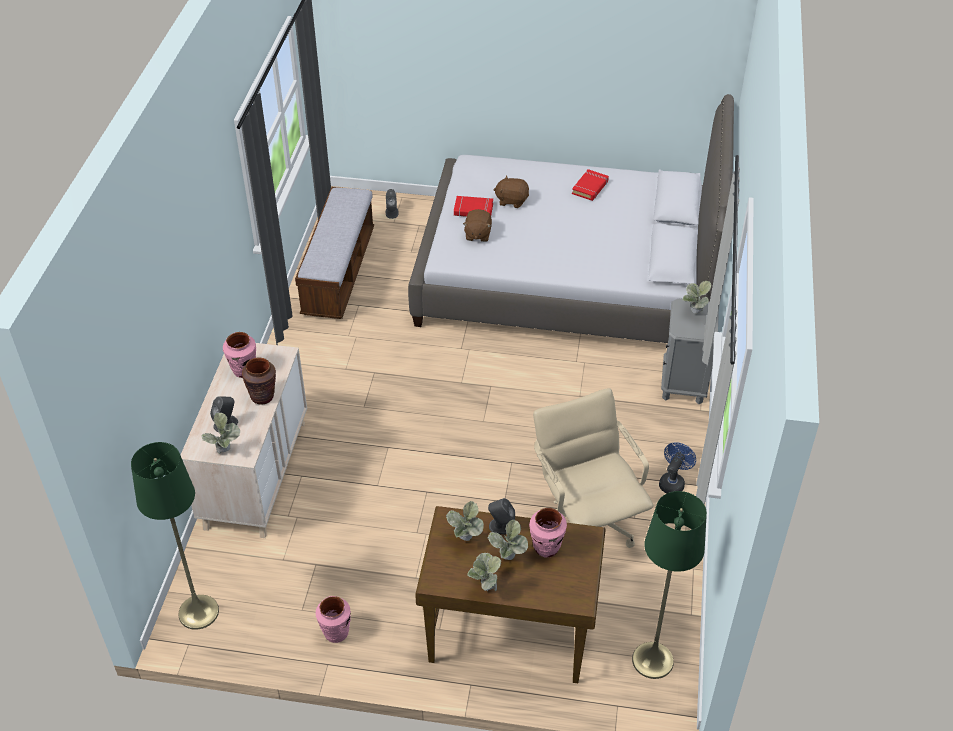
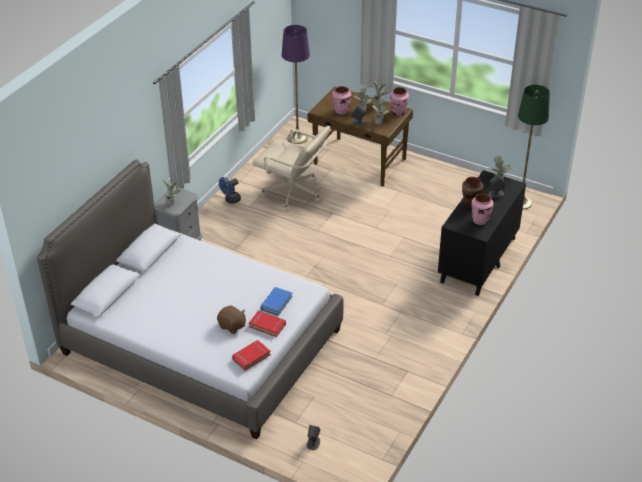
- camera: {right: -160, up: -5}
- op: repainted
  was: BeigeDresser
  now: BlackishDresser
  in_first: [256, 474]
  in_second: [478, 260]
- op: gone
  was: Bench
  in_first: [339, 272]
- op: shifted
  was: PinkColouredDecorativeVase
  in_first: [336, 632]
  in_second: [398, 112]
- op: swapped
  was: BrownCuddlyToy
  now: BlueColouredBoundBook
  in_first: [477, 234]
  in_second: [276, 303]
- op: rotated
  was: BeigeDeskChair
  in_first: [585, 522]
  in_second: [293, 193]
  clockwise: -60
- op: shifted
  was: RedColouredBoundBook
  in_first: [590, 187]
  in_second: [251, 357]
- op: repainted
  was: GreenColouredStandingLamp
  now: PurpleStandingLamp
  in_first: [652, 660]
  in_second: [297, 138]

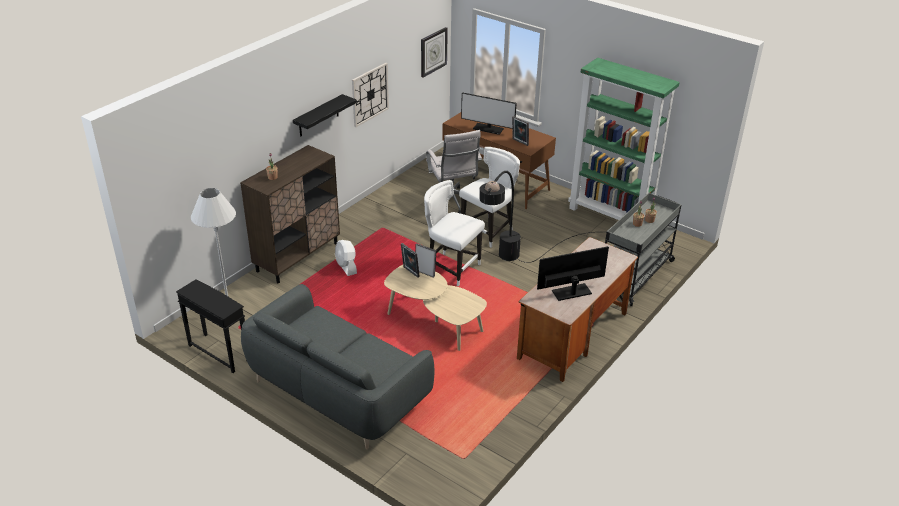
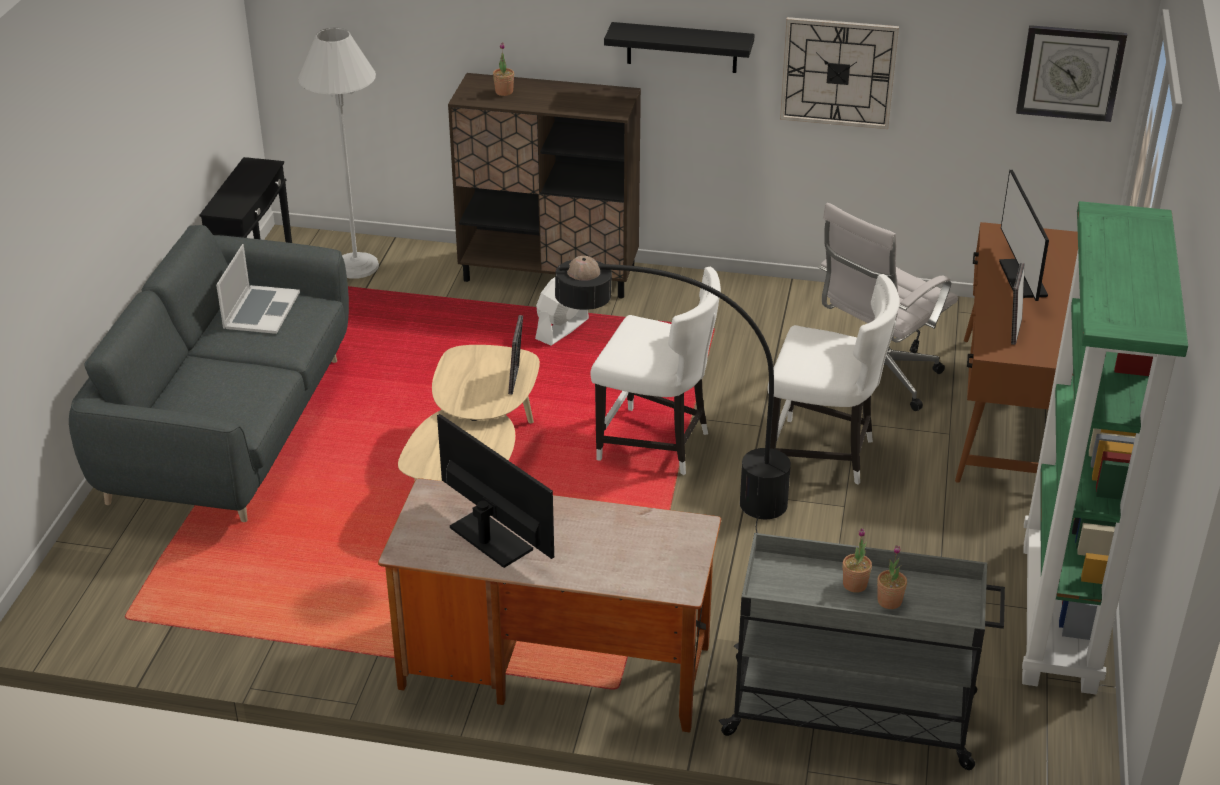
- camera: {right: 65, up: 0}
- op: gone
  was: PhotoFrame
  in_first: [410, 272]
- op: rotated
  was: WhitishPlainChair
  in_first: [451, 268]
  in_second: [656, 444]
  clockwise: 105
- op: new
  now: NotebookComputer
  in_second: [261, 310]

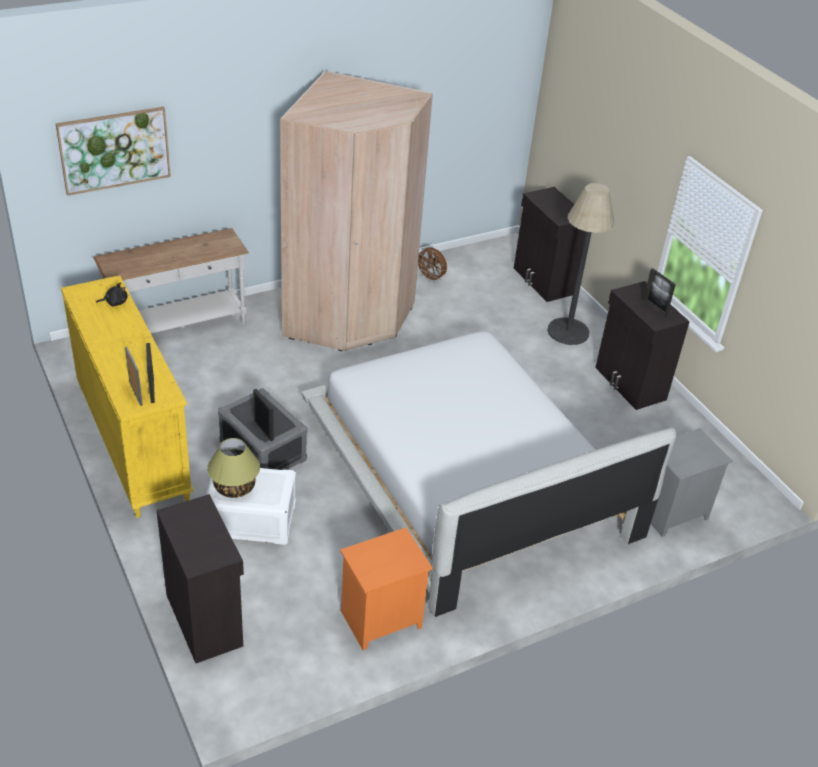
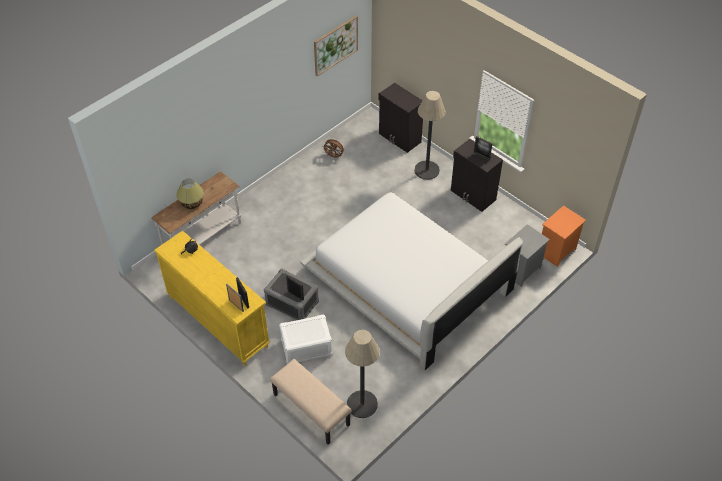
- camera: {right: -15, up: 10}
- op: shifted
  was: WallArt
  in_first: [114, 150]
  in_second: [335, 45]
- op: swapped
  was: BlackishCabinet
  now: BeigeBench
  in_first: [205, 619]
  in_second: [310, 410]
- op: shifted
  was: TabletopLamp
  in_first: [234, 487]
  in_second: [192, 203]
- op: gone
  was: BeigeWardrobe
  in_first: [348, 317]
- op: shifted
  was: OrangeColouredNightstand
  in_first: [380, 621]
  in_second: [556, 252]
- op: new
  now: StandingLamp
  in_second: [362, 404]

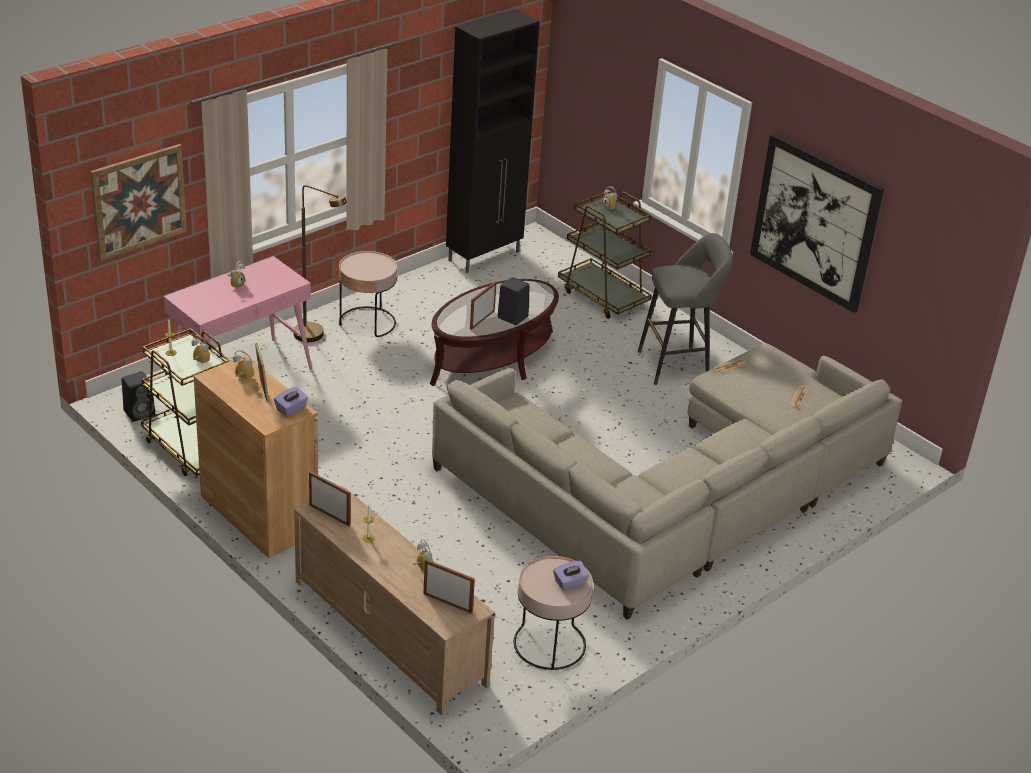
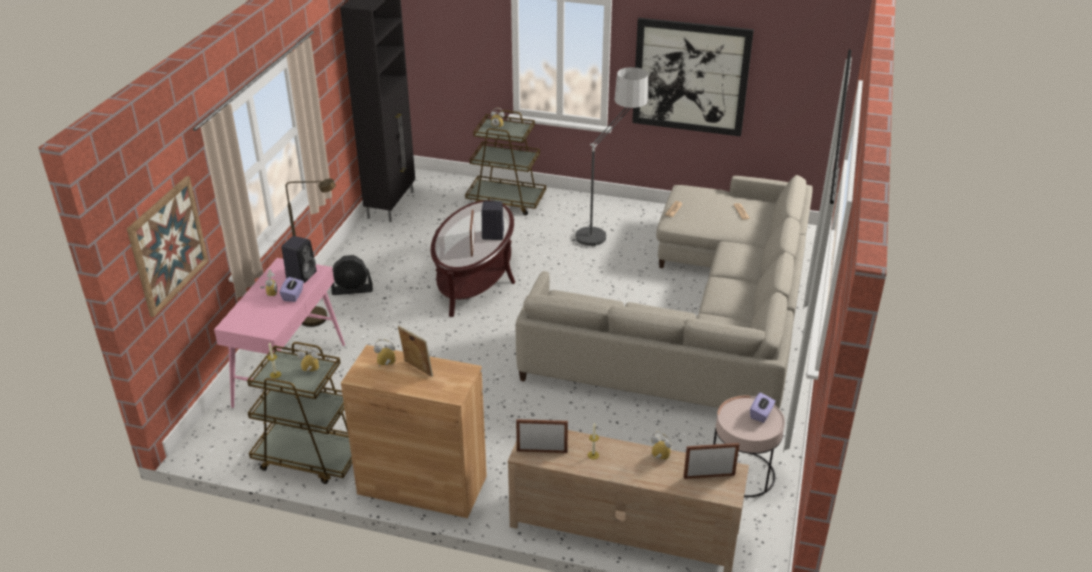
- camera: {right: -30, up: 0}
- op: shifted
  was: BlackishAudioSpeaker
  in_first: [140, 412]
  in_second: [301, 275]
- op: shifted
  was: PurpleTissueBox
  in_first: [291, 409]
  in_second: [293, 295]
- op: swapped
  was: PinkColouredAccentTable
  now: BlackishElectricFan
  in_first: [367, 323]
  in_second: [352, 289]
- op: swapped
  was: GreyStoolSeat
  now: StandingLamp
  in_first: [677, 365]
  in_second: [606, 228]

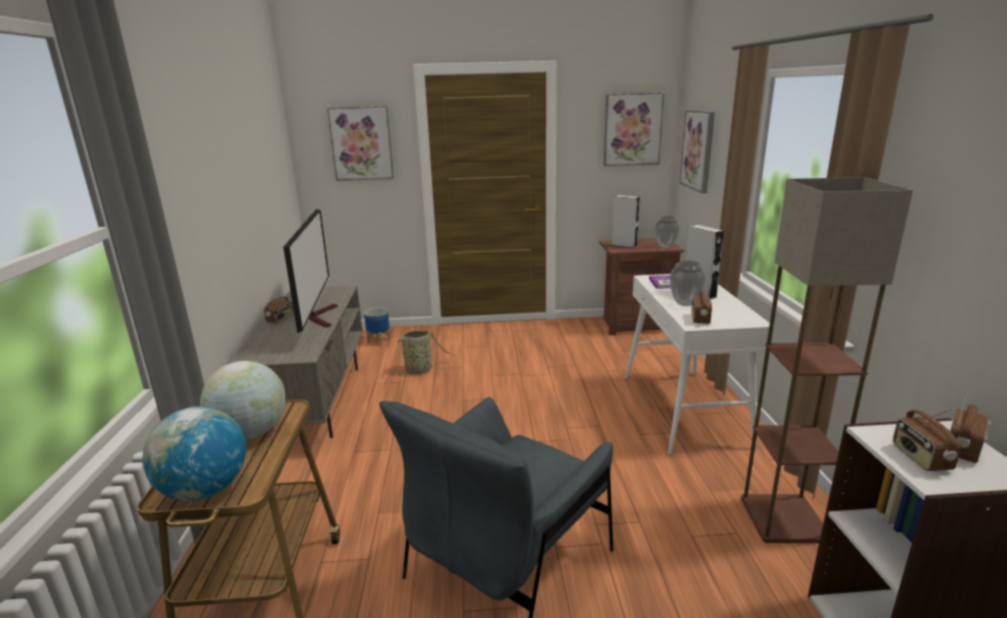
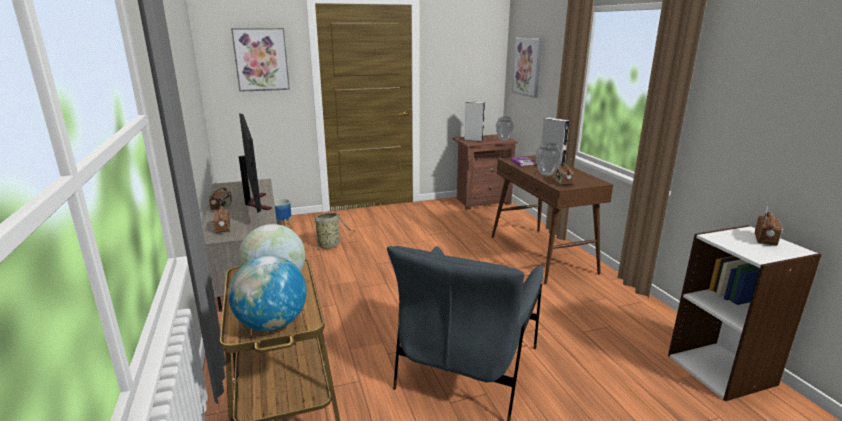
- camera: {right: -15, up: 0}
- op: gone
  was: WallArt
  in_first: [632, 129]
- op: repainted
  was: WhitishNarrowTable
  now: BrownNarrowTable
  in_first: [684, 410]
  in_second: [542, 254]
- op: gone
  was: StandingLamp
  in_first: [785, 520]
- op: shifted
  was: Radio
  in_first: [920, 458]
  in_second: [222, 229]

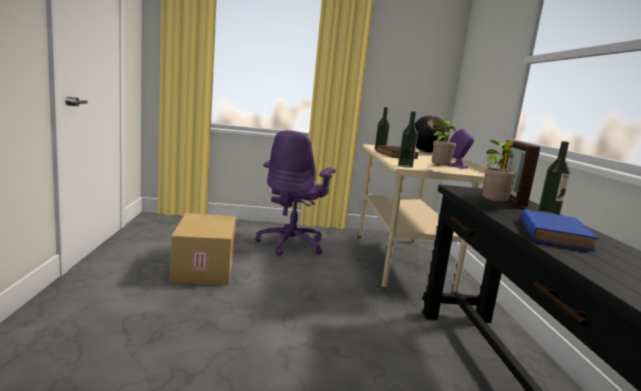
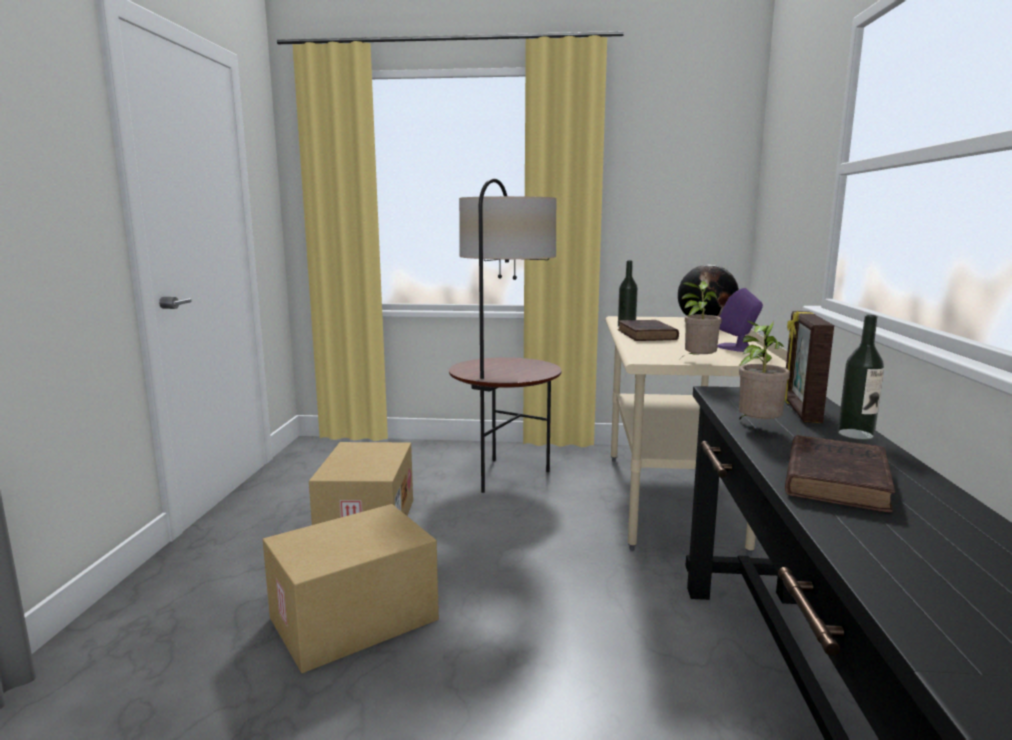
- camera: {right: 10, up: 0}
- op: swapped
  was: PurpleDeskChair
  now: StandingLamp
  in_first: [292, 244]
  in_second: [505, 476]
- op: gone
  was: BeverageBottle
  in_first: [405, 166]
- op: repainted
  was: BlueColouredBoundBook
  now: BrownBoundBook
  in_first: [553, 234]
  in_second: [836, 478]
- op: new
  now: CardboardBox
  in_second: [353, 620]

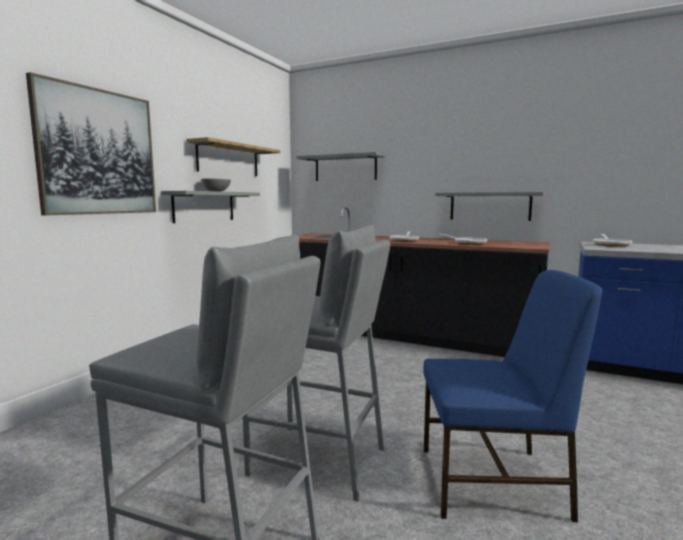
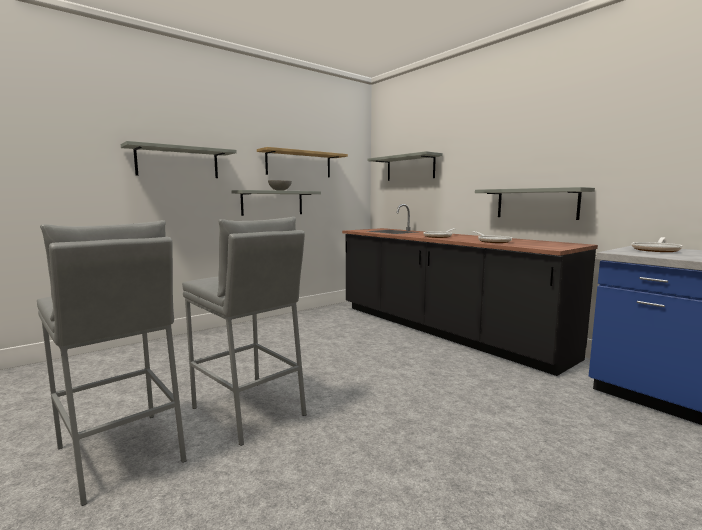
- camera: {right: 25, up: 0}
- op: swapped
  was: WallArt
  now: GreyWallShelf
  in_first: [98, 152]
  in_second: [178, 162]
- op: gone
  was: BlueColouredPlainChair
  in_first: [494, 482]

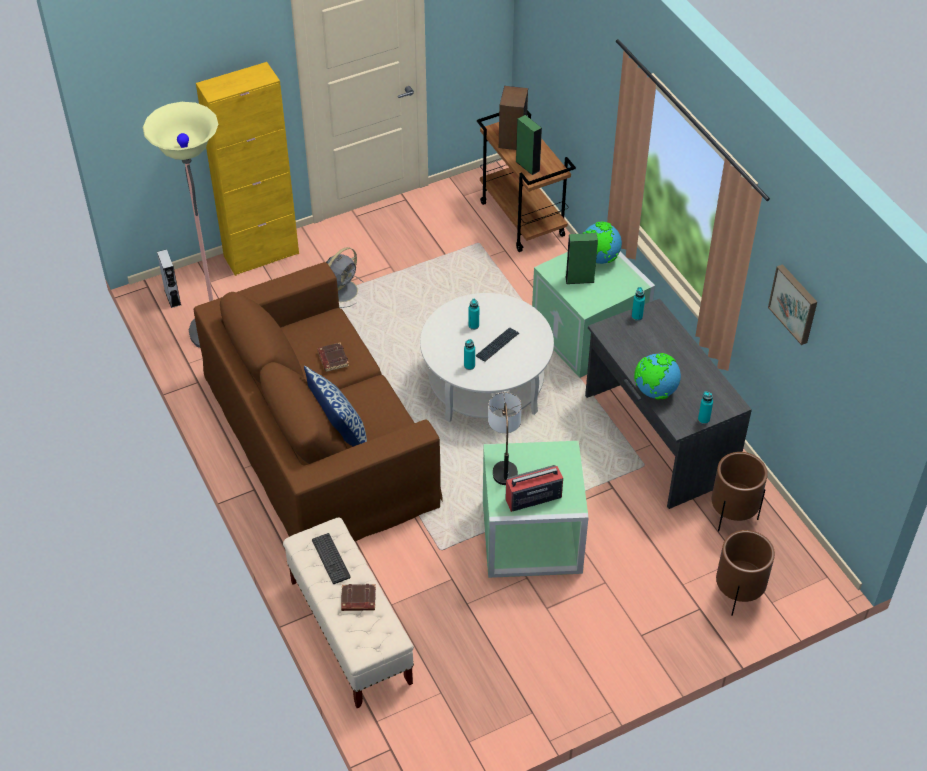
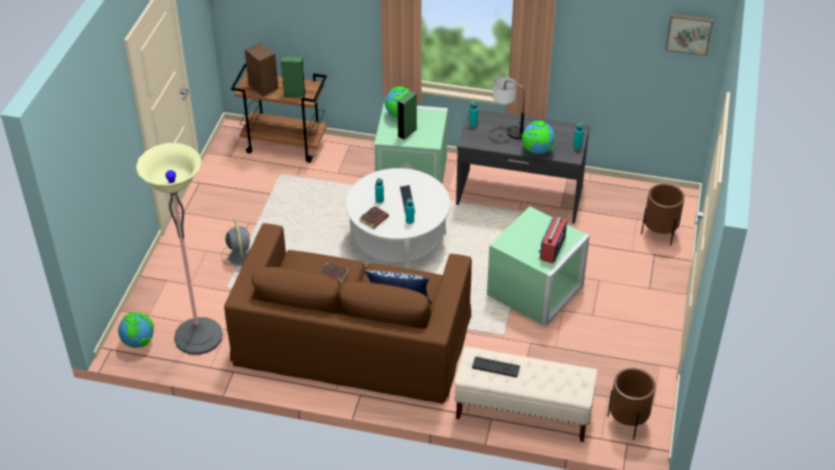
- camera: {right: -50, up: -5}
- op: swapped
  was: GreyAudioSpeaker
  now: DeskGlobe
  in_first: [172, 297]
  in_second: [138, 342]
- op: gone
  was: YellowishCabinet
  in_first: [261, 255]
- op: shifted
  was: BrownBoundBook
  in_first: [358, 600]
  in_second: [374, 219]
- op: shifted
  was: TabletopLamp
  in_first: [504, 462]
  in_second: [508, 129]
- op: shifted
  was: BrownFlowerPot
  in_first: [732, 515]
  in_second: [628, 422]
- op: shifted
  was: WallArt
  in_first: [795, 303]
  in_second: [689, 33]

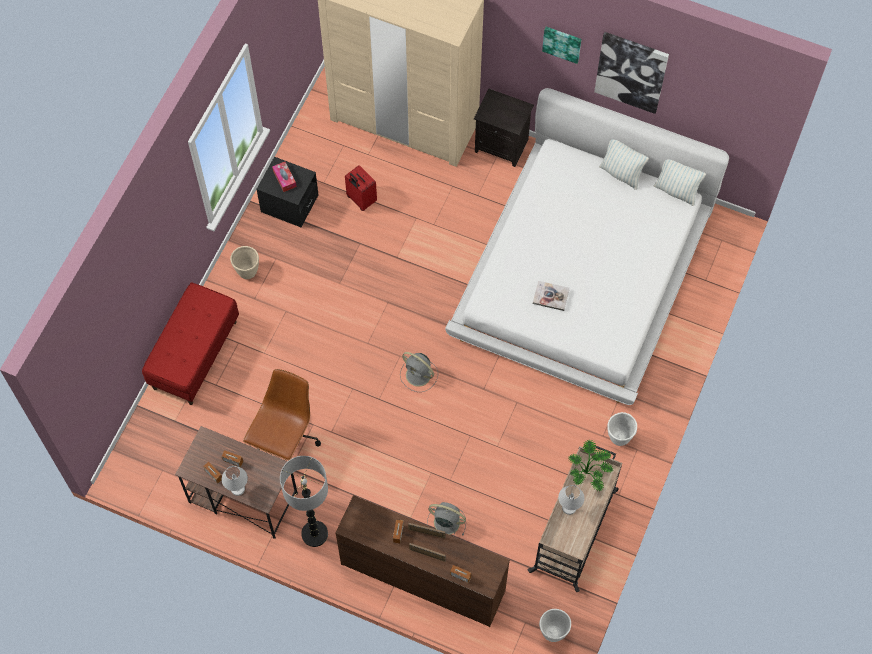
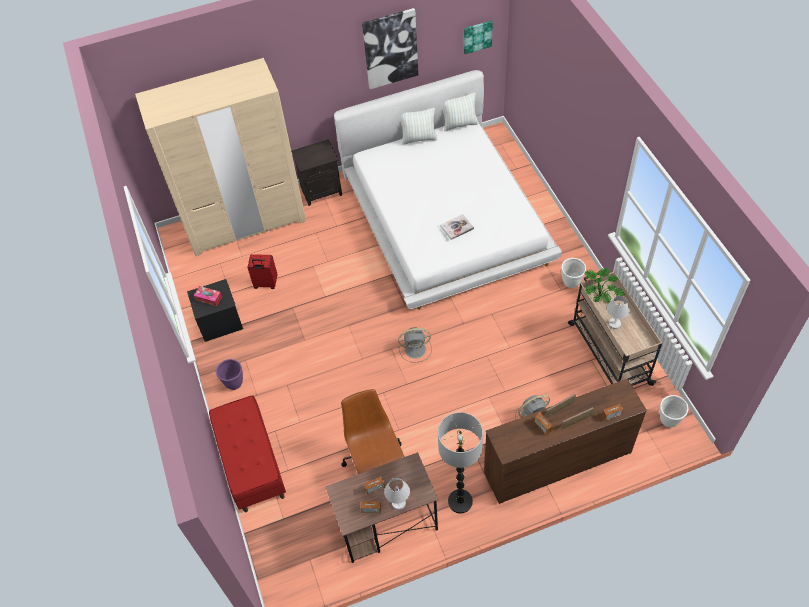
- camera: {right: -40, up: -10}
- op: repainted
  was: BeigeFlowerPot
  now: PurpleFlowerPot
  in_first: [247, 272]
  in_second: [234, 383]
- op: shifted
  was: WallArt
  in_first: [562, 43]
  in_second: [477, 36]

